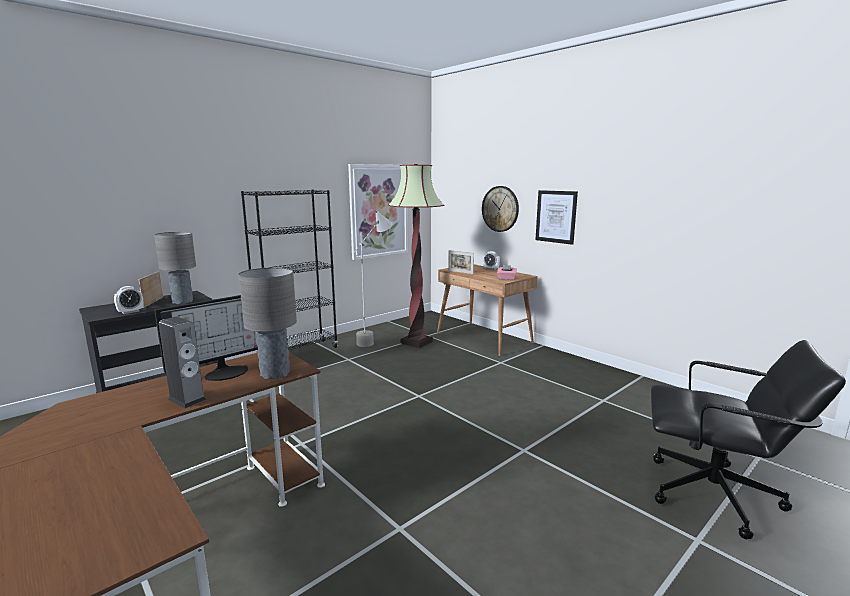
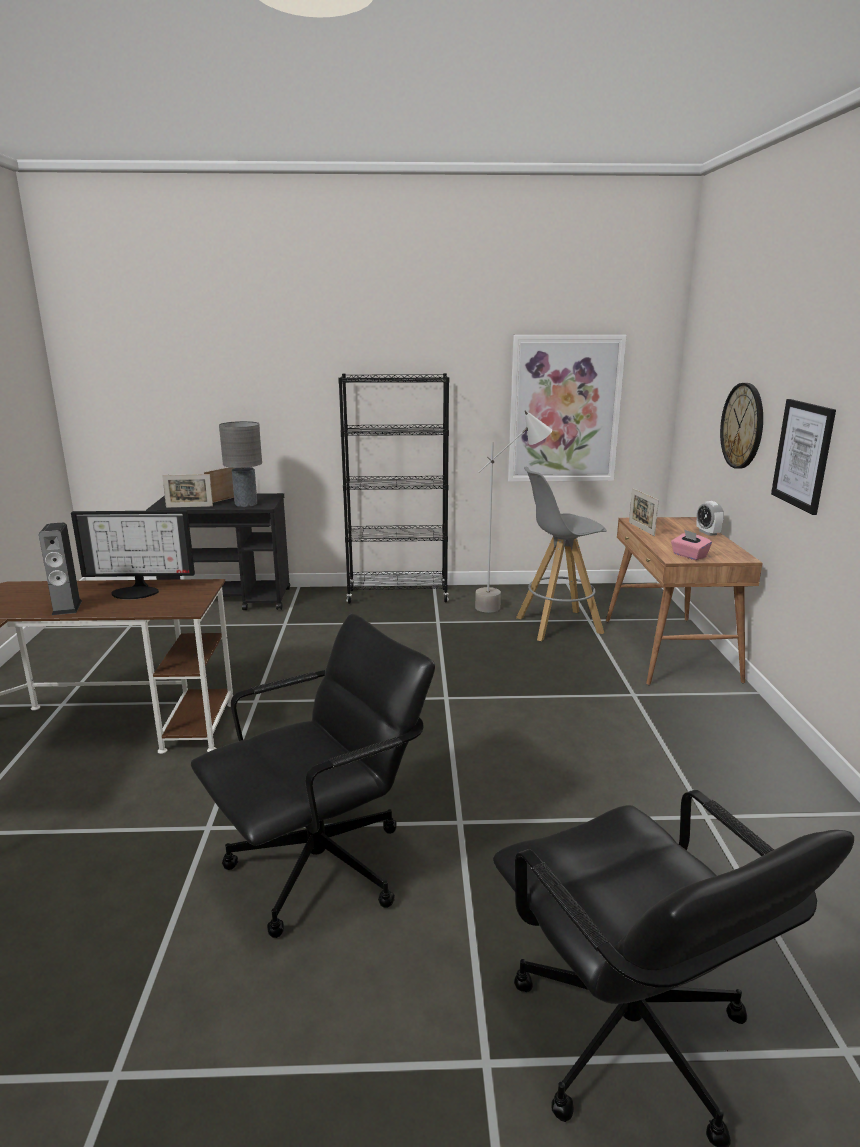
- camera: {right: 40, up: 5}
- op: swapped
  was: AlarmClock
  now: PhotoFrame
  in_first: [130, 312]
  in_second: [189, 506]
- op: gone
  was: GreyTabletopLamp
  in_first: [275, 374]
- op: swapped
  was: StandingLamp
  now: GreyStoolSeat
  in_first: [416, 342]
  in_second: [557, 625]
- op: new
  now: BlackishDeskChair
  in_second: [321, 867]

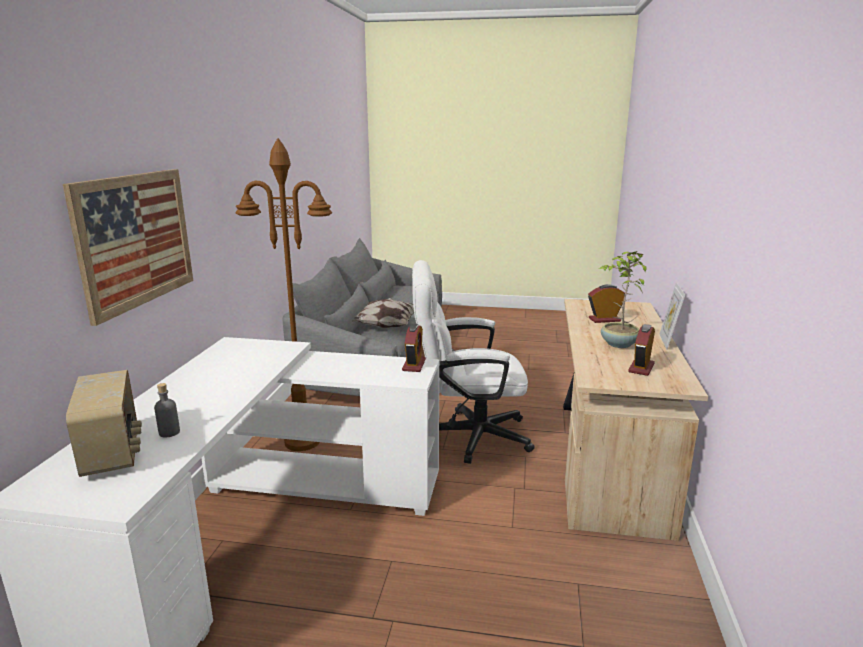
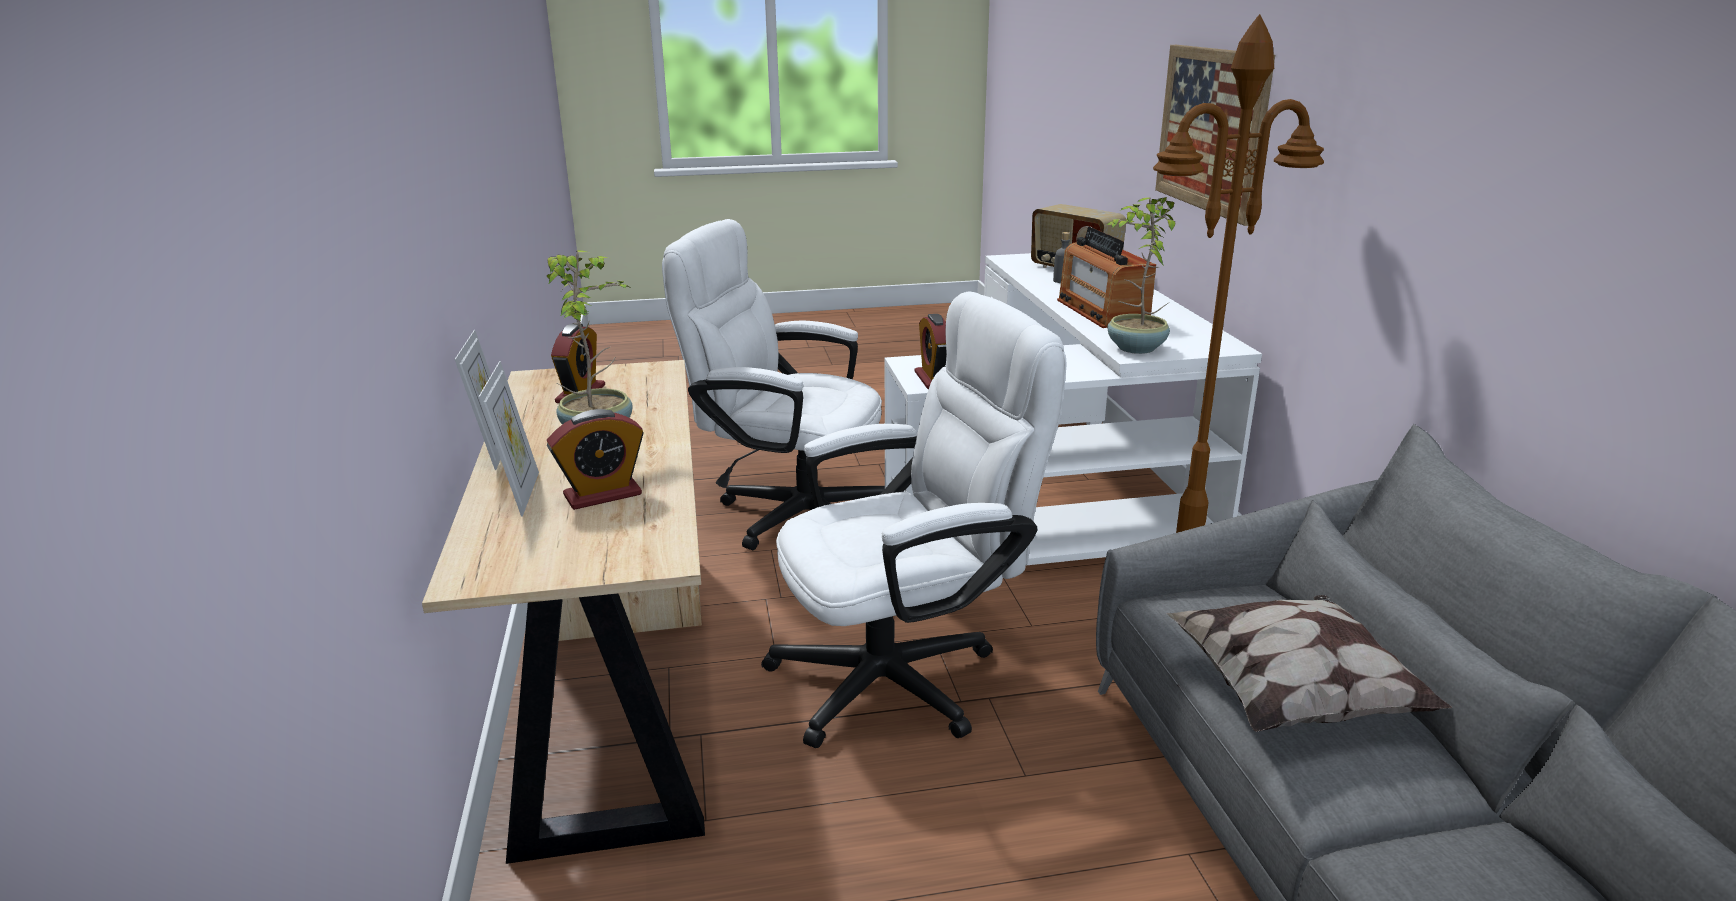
- camera: {right: 160, up: 5}
- op: new
  now: PhotoFrame
  in_second: [519, 494]
- op: new
  now: WhitishDeskChair
  in_second: [789, 512]
- op: new
  now: Radio
  in_second: [1101, 311]
- op: new
  now: PottedPlant
  in_second: [1134, 348]

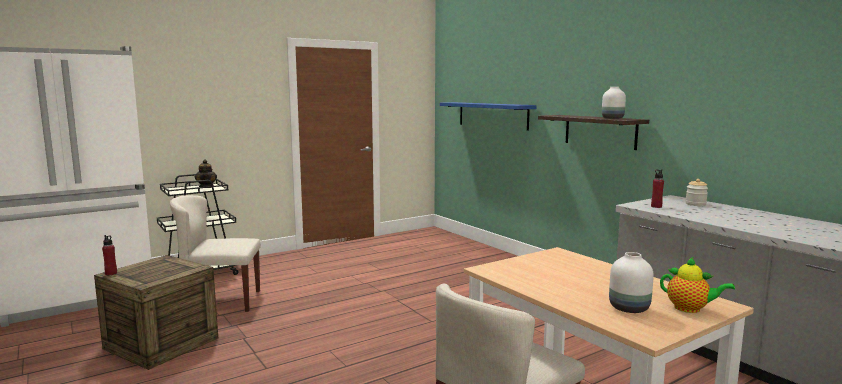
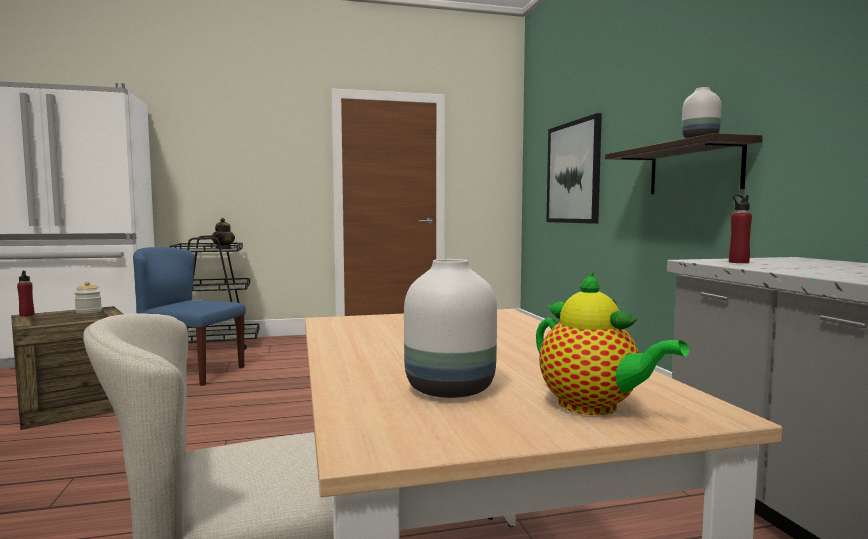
- camera: {right: 20, up: -5}
- op: repainted
  was: BeigePlainChair
  now: BlueColouredPlainChair
  in_first: [220, 302]
  in_second: [190, 373]
- op: swapped
  was: BlueColouredWallShelf
  now: WallArt
  in_first: [492, 115]
  in_second: [573, 172]
- op: shifted
  was: PreserveJar
  in_first: [695, 204]
  in_second: [88, 312]

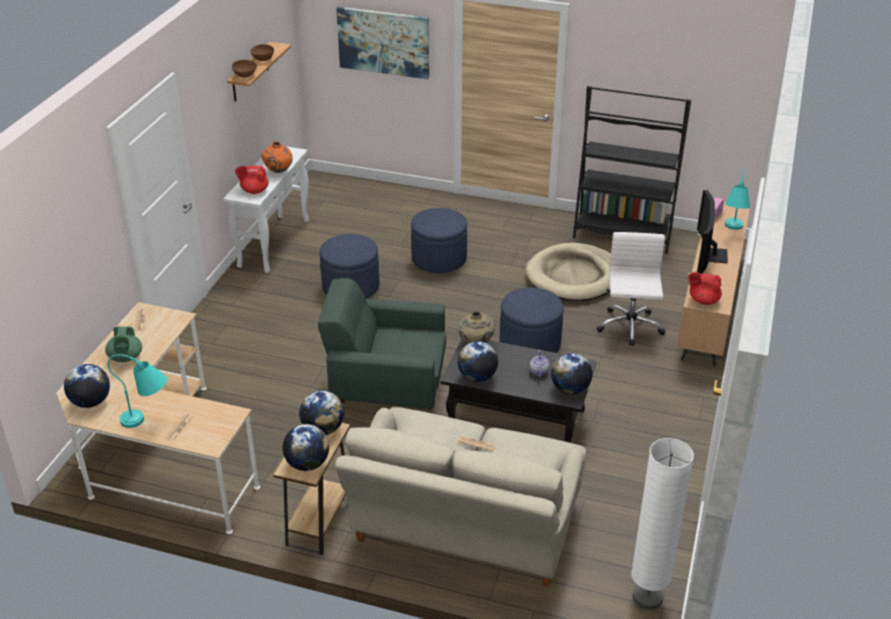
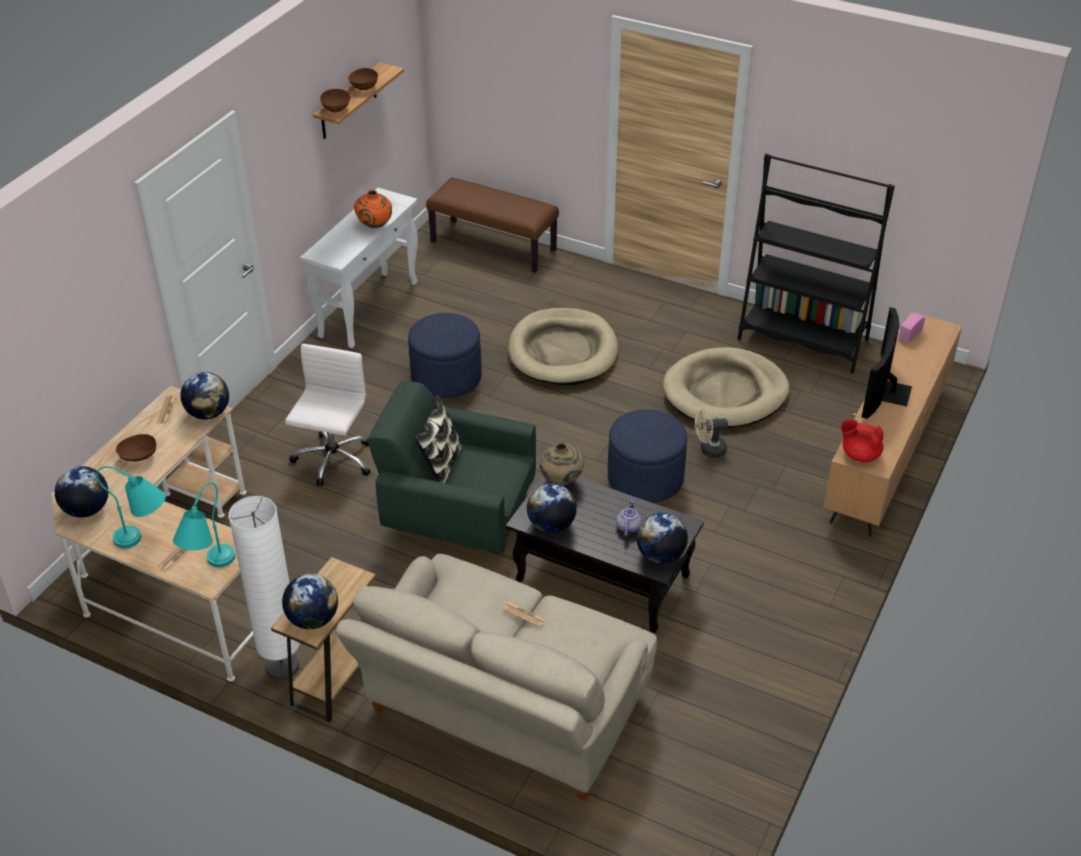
- camera: {right: 10, up: 5}
- op: swapped
  was: GreenColouredTeaPot
  now: BrownBowl
  in_first: [125, 358]
  in_second: [139, 457]
- op: gone
  was: RedColouredTeaPot
  in_first: [254, 191]
- op: shifted
  was: DeskGlobe
  in_first: [323, 429]
  in_second: [208, 413]
- op: gone
  was: WallArt
  in_first: [383, 42]
- op: swapped
  was: BlueColouredOttoman
  now: BeigeDogCushion
  in_first: [439, 259]
  in_second: [563, 351]
- op: shifted
  was: WhitishDeskChair
  in_first: [630, 327]
  in_second: [333, 461]
- op: shifted
  was: WhitishStandingLamp
  in_first: [647, 597]
  in_second: [282, 667]
- op: shifted
  was: TurquoiseTabletopLamp
  in_first: [732, 231]
  in_second: [209, 569]
- op: new
  now: ThrowPillow
  in_second: [440, 465]
- op: new
  now: BrownBench
  in_second: [494, 246]
- op: new
  now: BeigeElectricFan
  in_second: [709, 450]

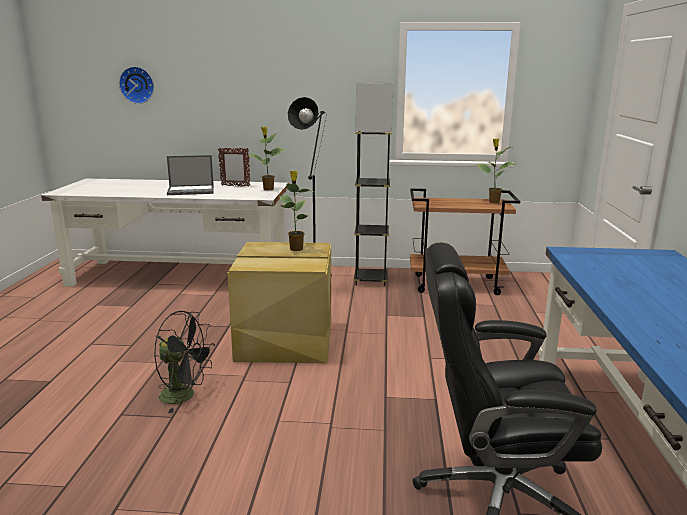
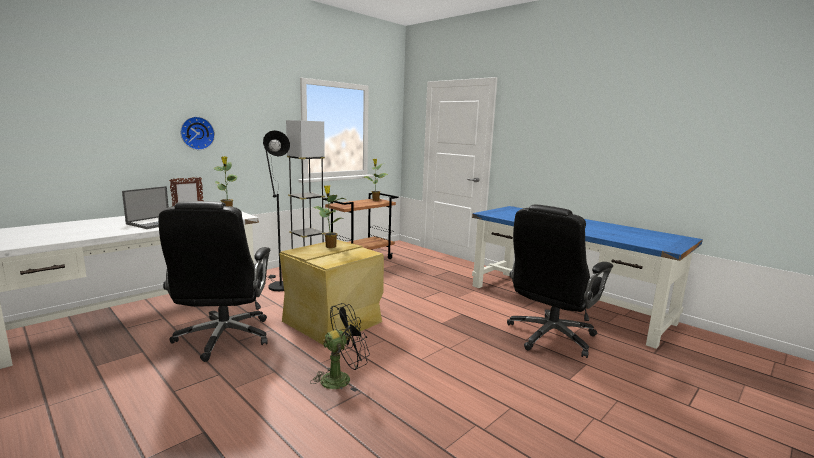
- camera: {right: -50, up: -5}
- op: shifted
  was: ClockOnTheWall
  in_first: [137, 85]
  in_second: [196, 133]
- op: new
  now: BlackishDeskChair
  in_second: [224, 338]

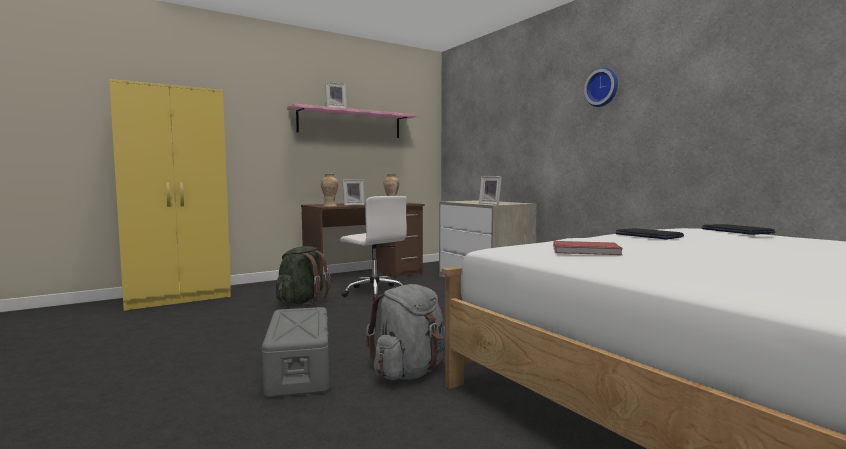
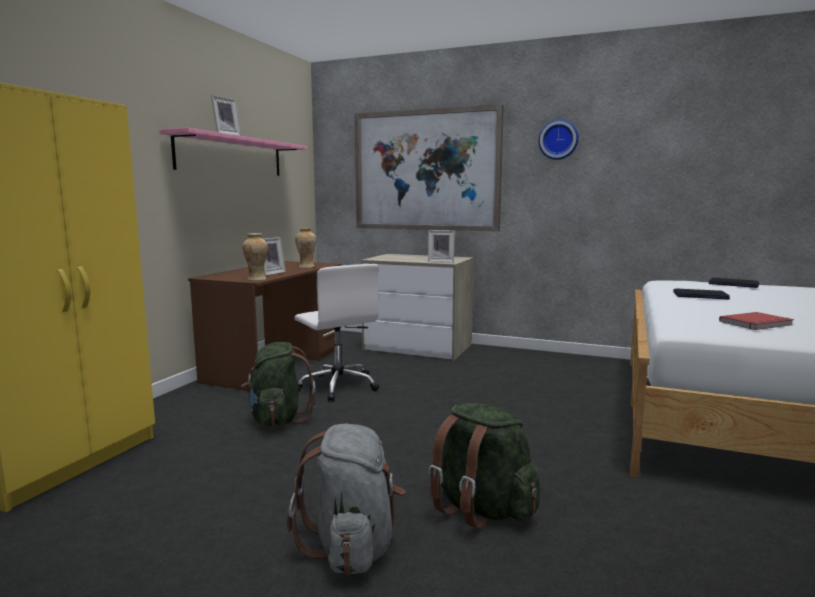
- camera: {right: -35, up: 5}
- op: swapped
  was: GreyStorageContainer
  now: GreenColouredRucksack
  in_first: [299, 370]
  in_second: [481, 509]
- op: rotated
  was: WhitishDeskChair
  in_first: [374, 292]
  in_second: [338, 386]
  clockwise: 45
- op: shifted
  was: GreyRucksack
  in_first: [410, 372]
  in_second: [352, 546]
- op: new
  now: WallArt
  in_second: [426, 170]

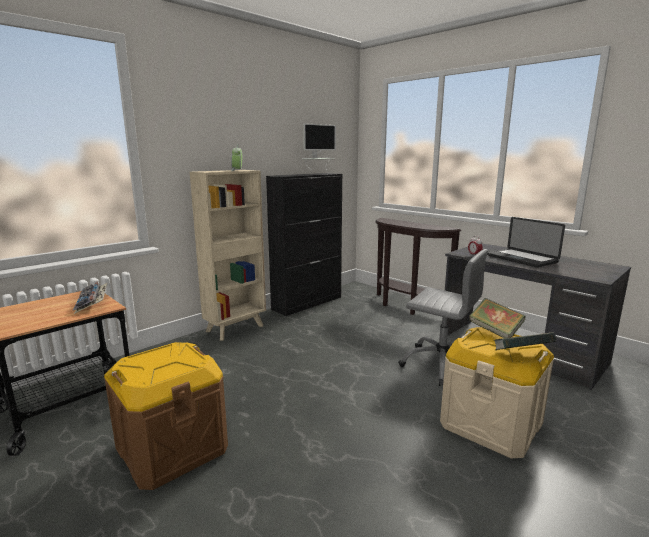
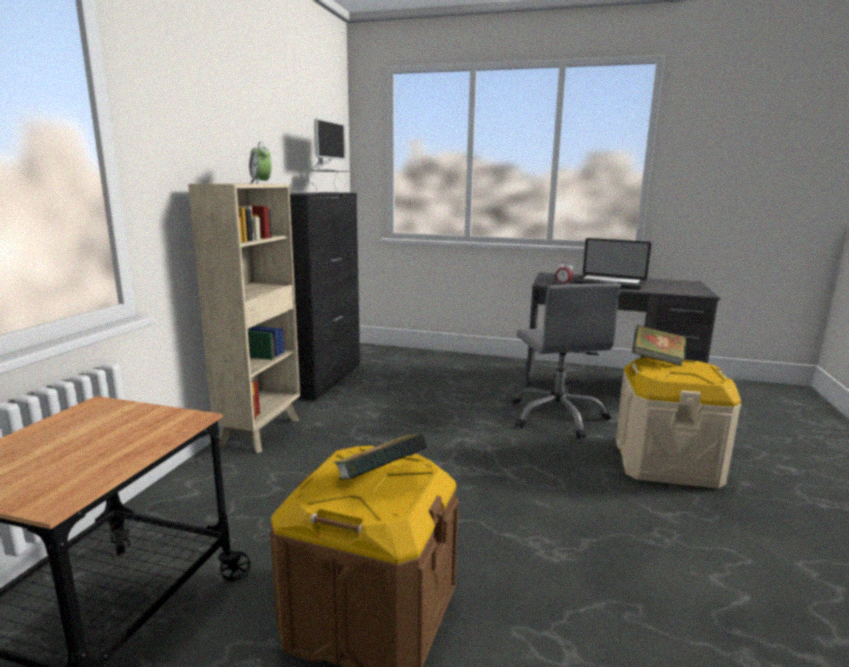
- camera: {right: -30, up: 0}
- op: gone
  was: ComputerKeyboard
  in_first: [93, 302]
- op: gone
  was: BrownNarrowTable
  in_first: [405, 307]
- op: rotated
  was: GreyDeskChair
  in_first: [441, 364]
  in_second: [557, 416]
  clockwise: 75
- op: shifted
  was: BoundBook
  in_first: [520, 356]
  in_second: [379, 480]

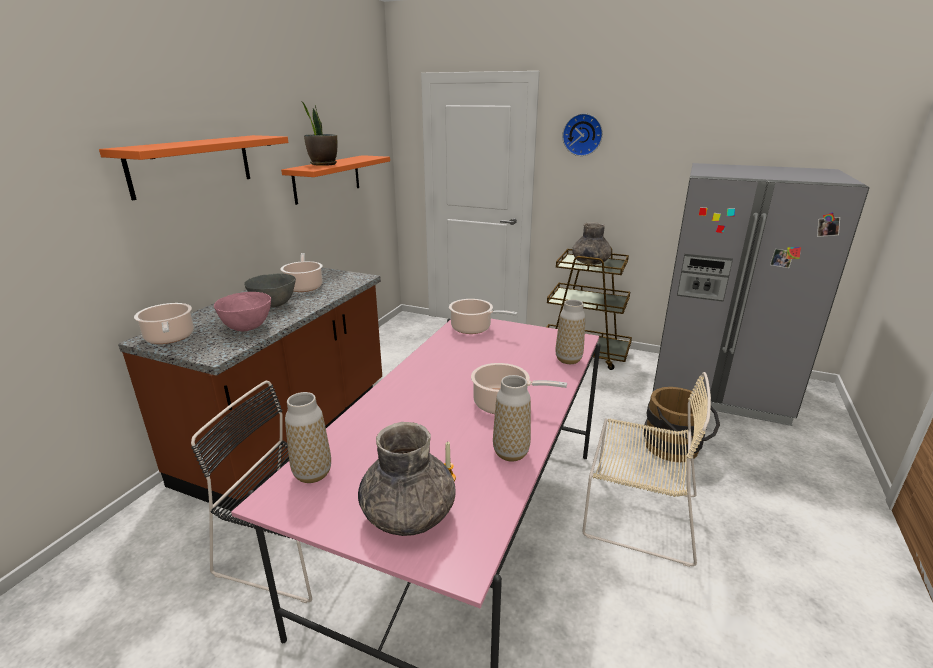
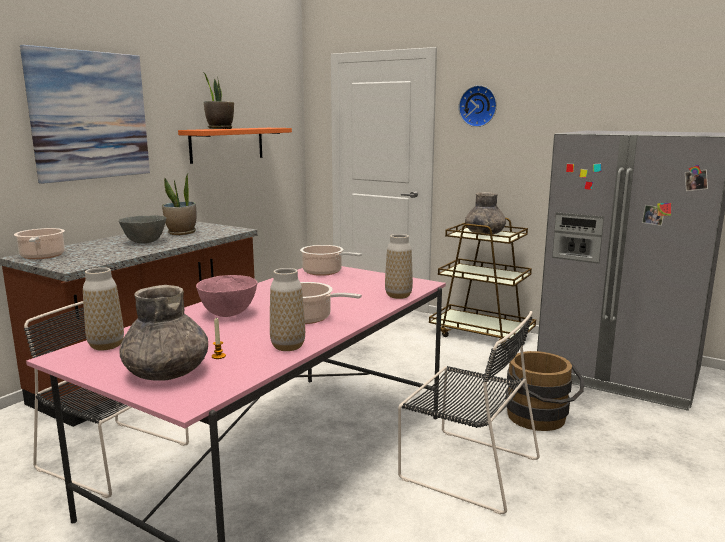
- camera: {right: 10, up: -10}
- op: swapped
  was: OrangeColouredWallShelf
  now: WallArt
  in_first: [192, 165]
  in_second: [90, 115]
- op: shifted
  was: PinkColouredBowl
  in_first: [247, 328]
  in_second: [228, 314]
- op: swapped
  was: CookingPot
  now: PottedPlant
  in_first: [304, 286]
  in_second: [181, 233]
- op: repainted
  was: BeigePlainChair
  now: BlackishPlainChair
  in_first: [636, 514]
  in_second: [465, 467]

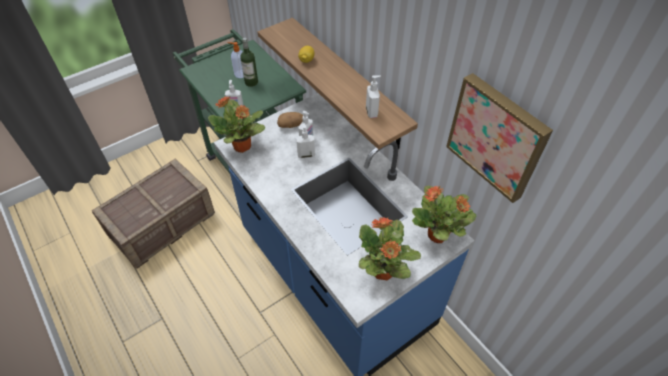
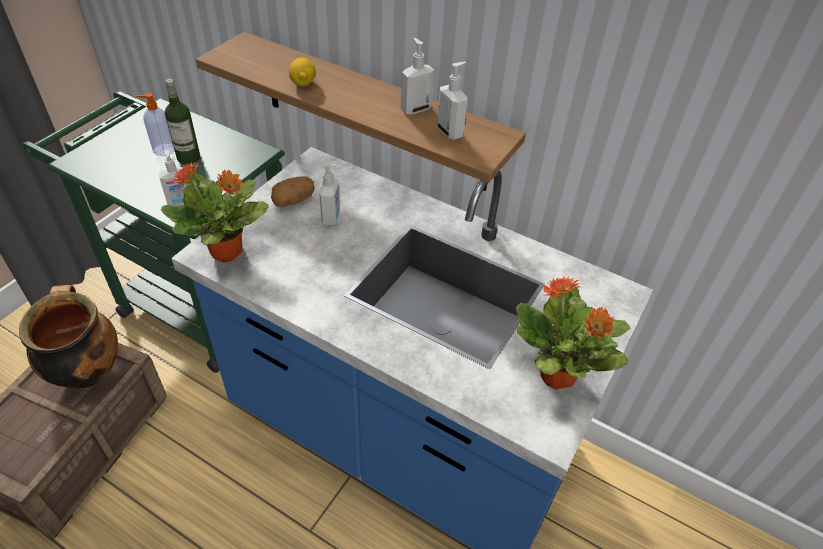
- camera: {right: -25, up: -5}
- op: shifted
  was: SoapBottle
  in_first: [306, 155]
  in_second: [415, 109]
- op: gone
  was: PottedPlant
  in_first: [438, 235]
- op: gone
  was: WallArt
  in_first: [497, 137]
- op: new
  now: CookingPot
  in_second: [87, 370]

